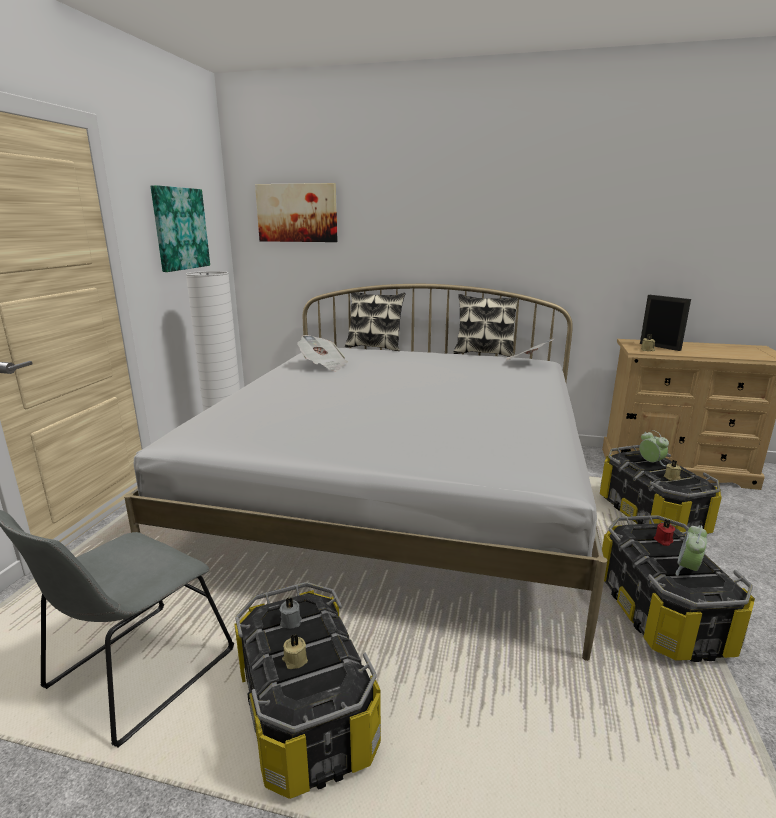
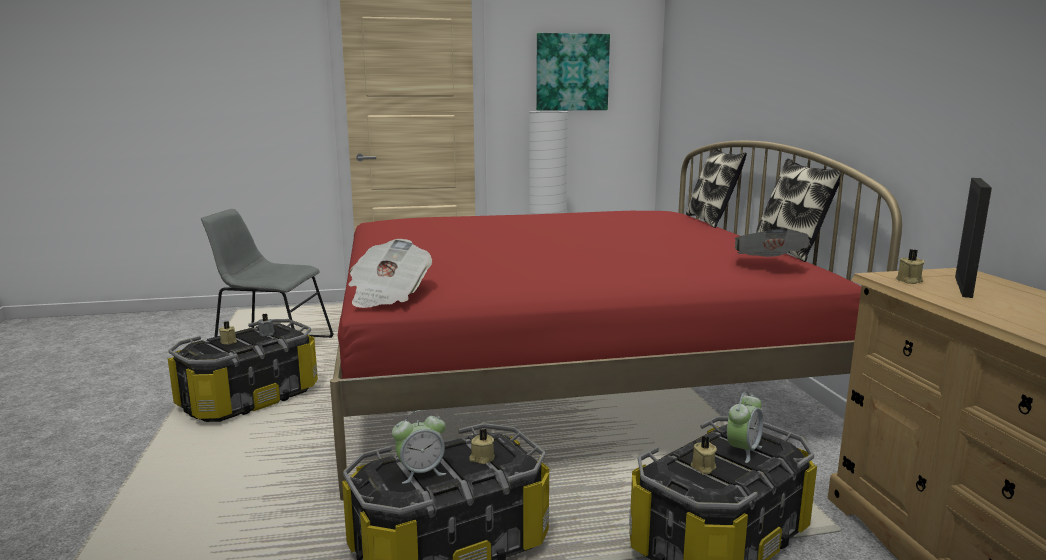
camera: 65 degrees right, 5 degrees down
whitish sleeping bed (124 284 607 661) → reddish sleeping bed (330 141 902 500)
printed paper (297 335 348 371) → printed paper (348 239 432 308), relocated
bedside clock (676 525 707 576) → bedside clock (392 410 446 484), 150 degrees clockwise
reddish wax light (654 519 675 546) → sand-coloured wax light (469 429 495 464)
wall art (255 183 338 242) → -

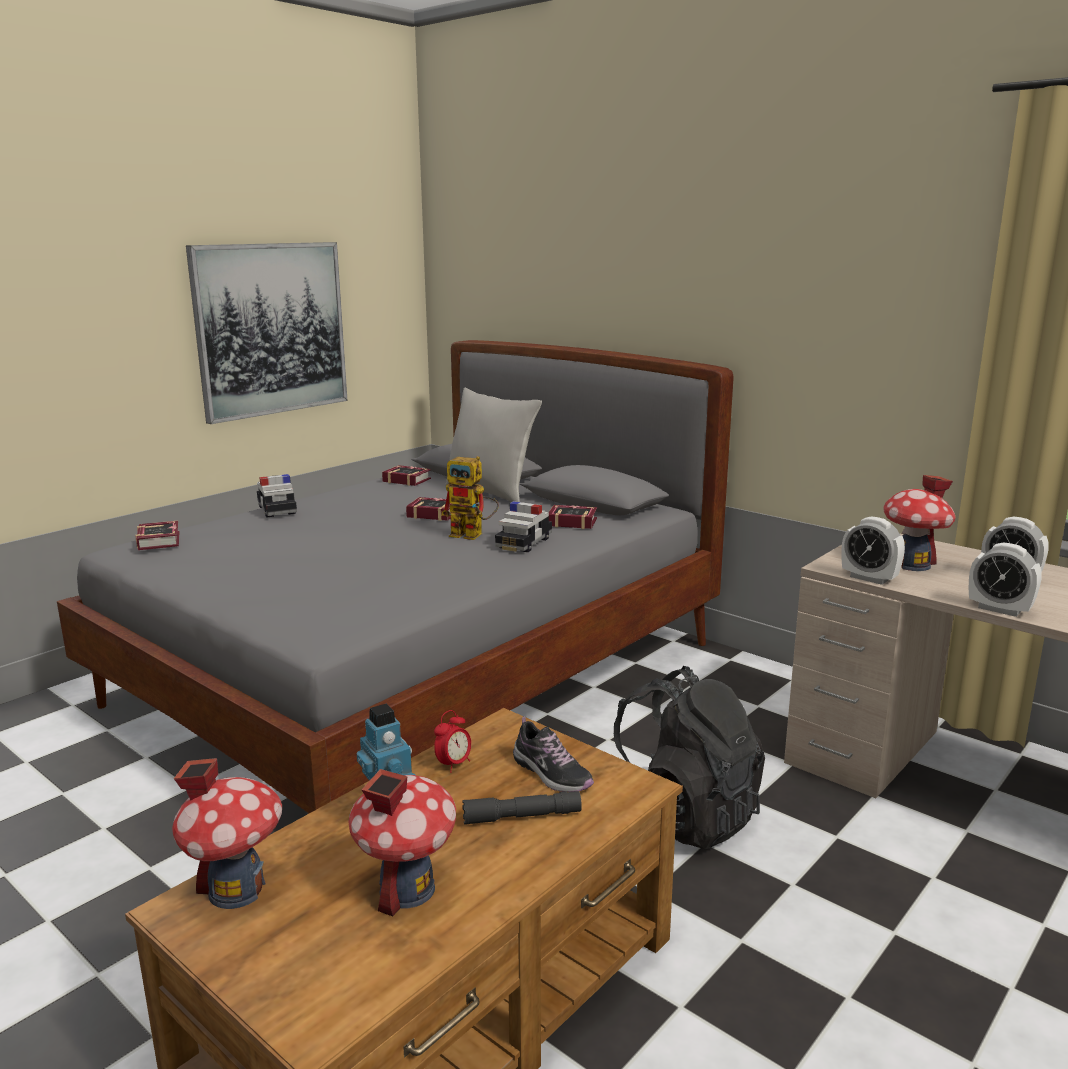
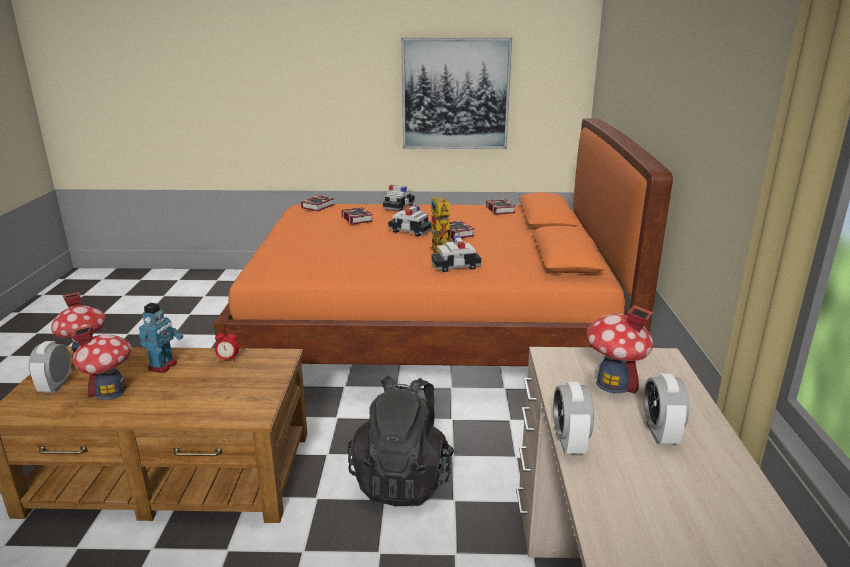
camera: 50 degrees right, 5 degrees up
bedside clock (841 516 905 585) → bedside clock (29 341 71 393), relocated
gray sleeping bed (57 340 734 813) → orange sleeping bed (214 118 673 366)
book (549 505 597 529) → book (341 207 373 225), relocated
- → miniature car (388 205 433 236)
gray pillow (445 388 542 502) → -
gray flashlight (462 791 582 825) → -
low shoe (513 716 594 792) → -

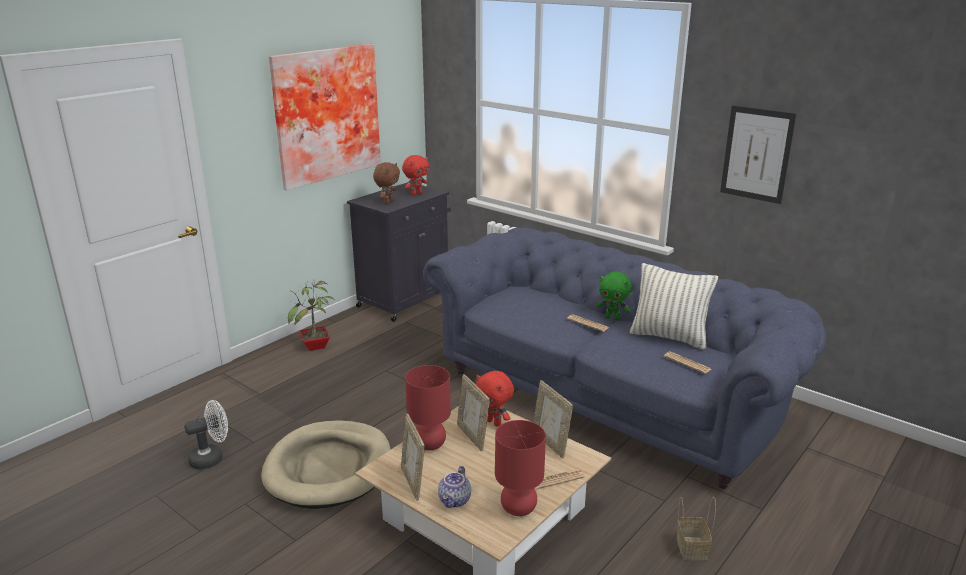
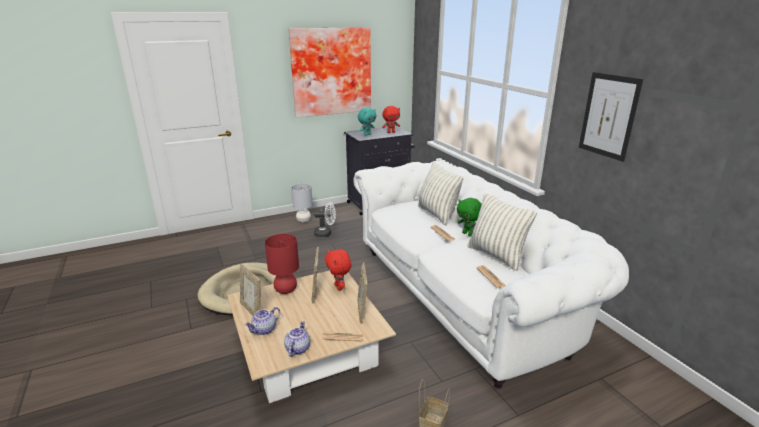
camera: 25 degrees right, 0 degrees up
photo frame (401 414 425 501) → photo frame (240 264 261 316), 45 degrees counterclockwise
reddish lamp for a table (495 420 546 516) → teapot (284 321 310 357)
plant in a pot (288 281 335 351) → gray lamp for a table (291 184 313 223)
whitish fan (184 400 228 469) → whitish fan (314 202 336 237), relocated
blue settee (423 228 826 489) → whitish settee (353 161 629 388)
brown-coloured plush toy (373 162 400 204) → turquoise-coloured plush toy (358 108 376 136)
- → pillow (418 162 464 225)

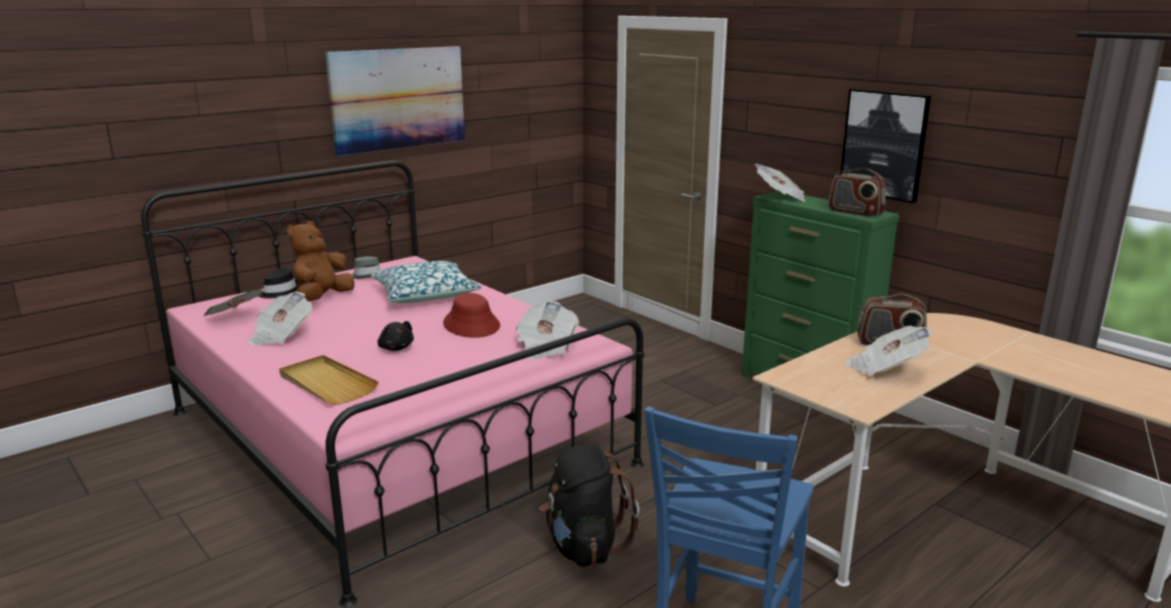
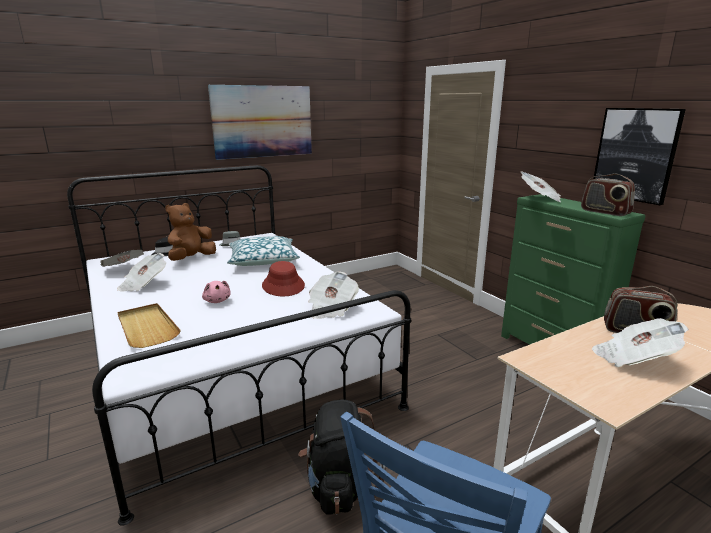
camera: 10 degrees right, 0 degrees up
pink sleeping bed (141 161 644 607) → whitish sleeping bed (67 165 411 526)
black-coloured plush toy (377 321 414 351) → pink plush toy (202 281 231 303)

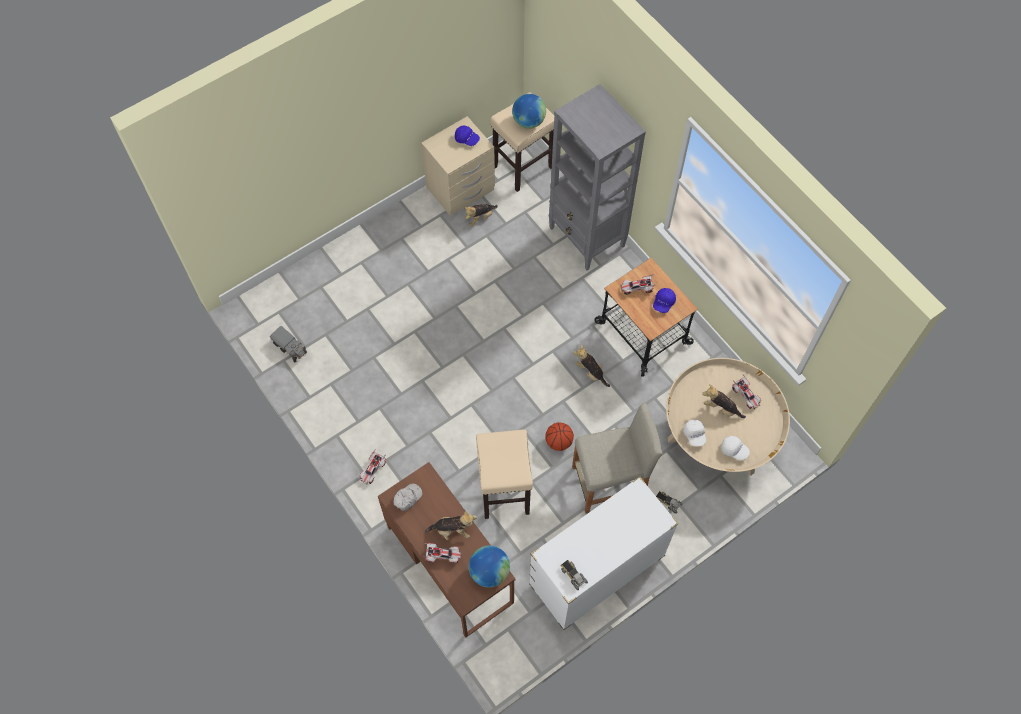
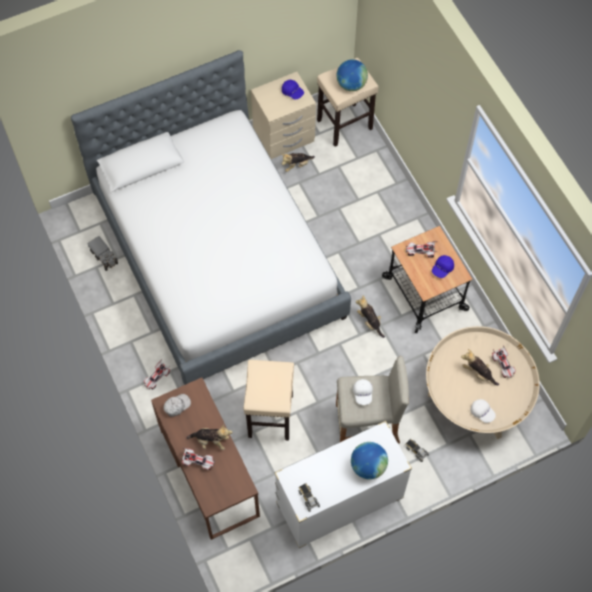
camera: 10 degrees right, 0 degrees up
- → sleeping bed (71 50 351 385)
world globe (469 546 510 587) → world globe (351 442 388 479), relocated
whitish baseball cap (683 419 706 447) → whitish baseball cap (353 379 373 405), relocated
basketball ball (545 422 574 451) → -
gray bookshelf (549 84 646 270) → -

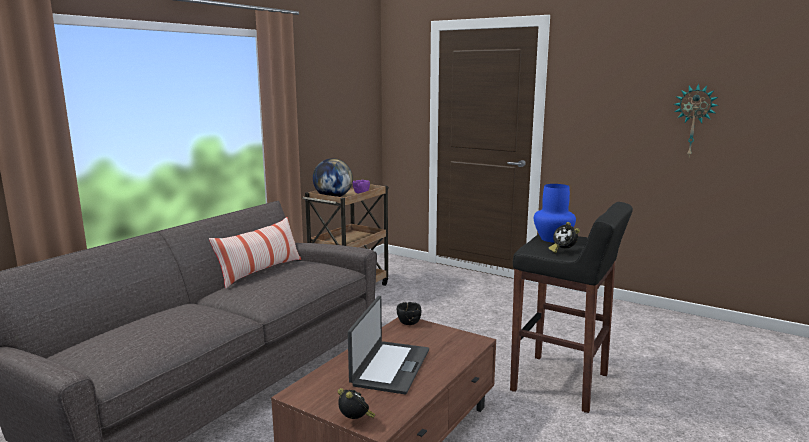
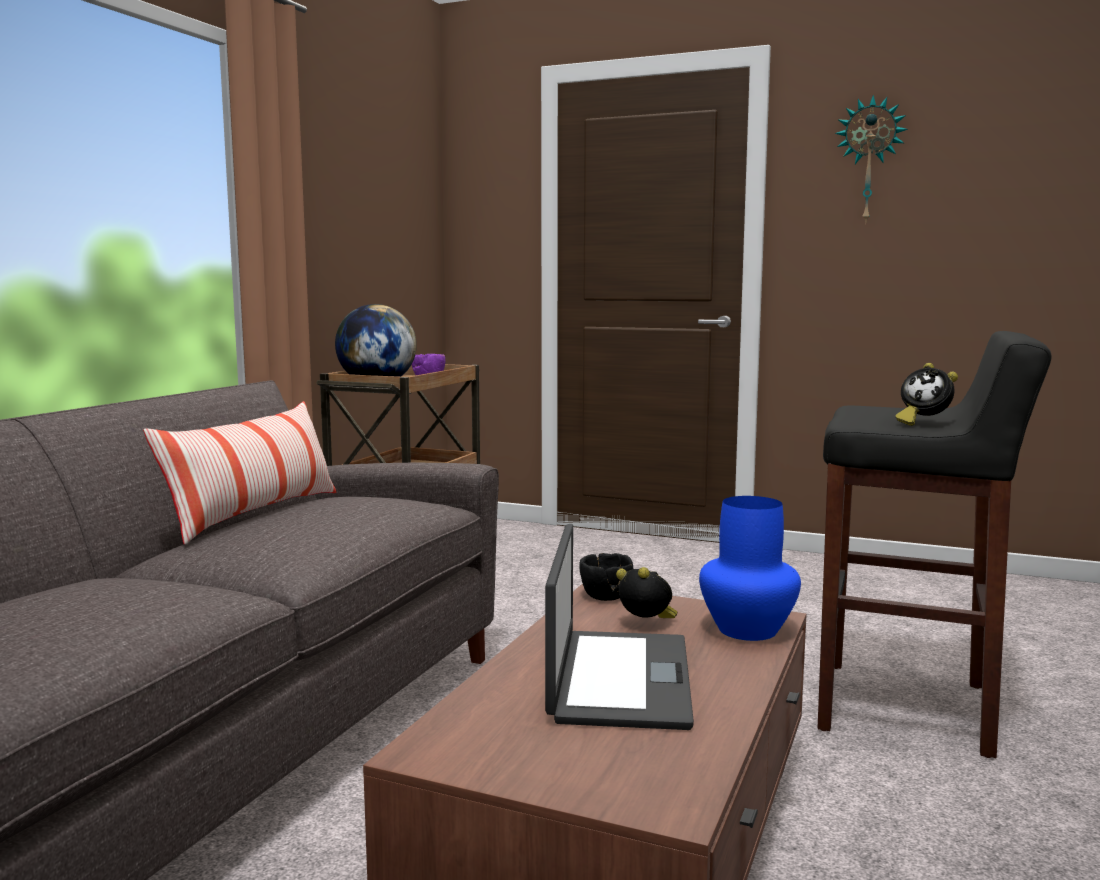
camera: 10 degrees left, 5 degrees down
bedside clock (338 388 375 419) → bedside clock (616 567 677 618), relocated
blue vase (534 184 576 243) → blue vase (699 496 801 641), relocated
wall clock (674 83 719 156) → wall clock (835 95 908 224), relocated

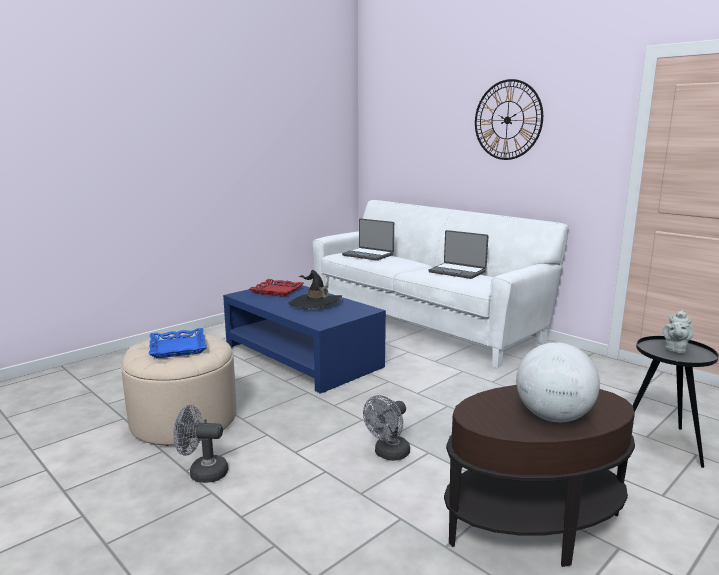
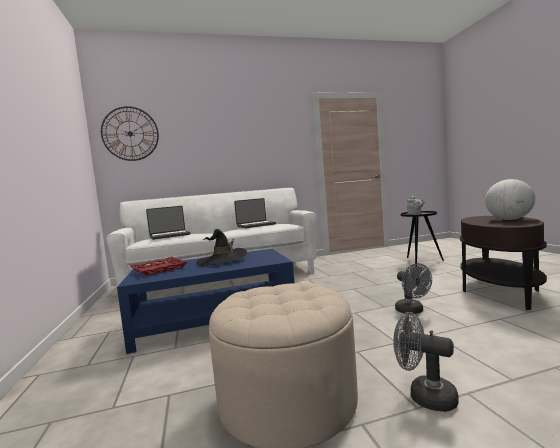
camera: 60 degrees left, 10 degrees down
wall clock (475 79 543 160) → wall clock (101 106 159 161), relocated
gray fan (173 405 228 483) → gray fan (393 312 459 412), 90 degrees clockwise
blue tray (149 328 207 358) → -

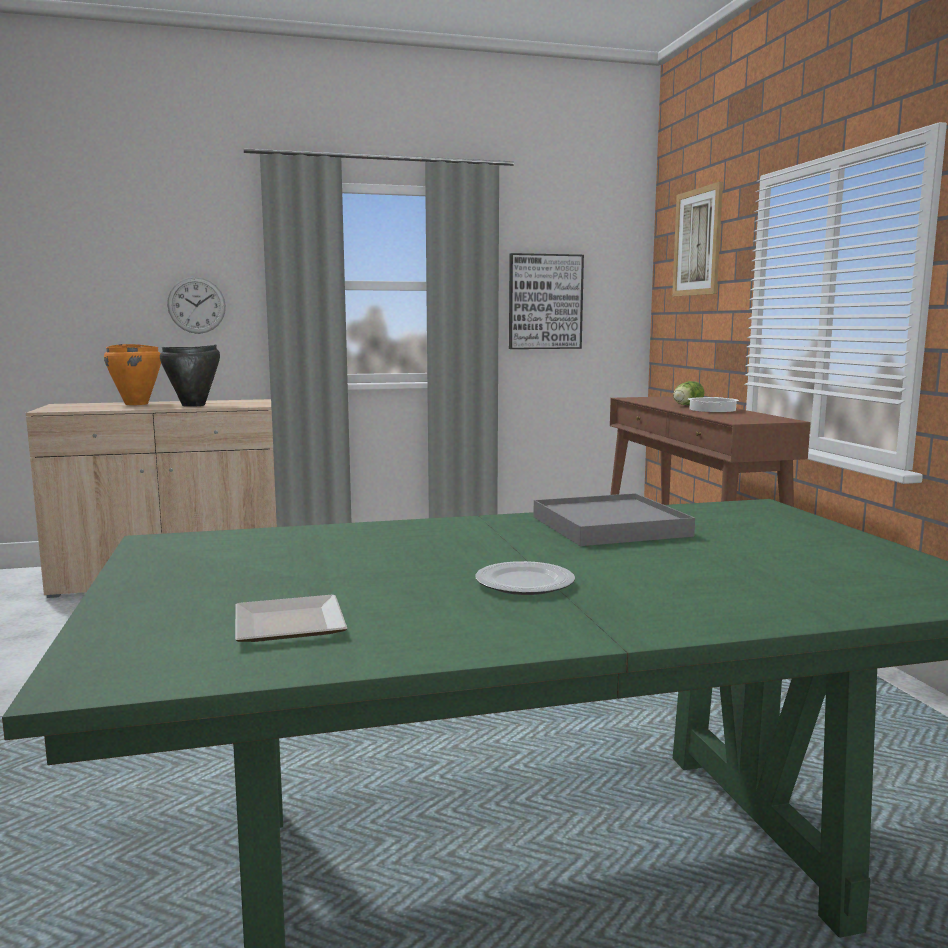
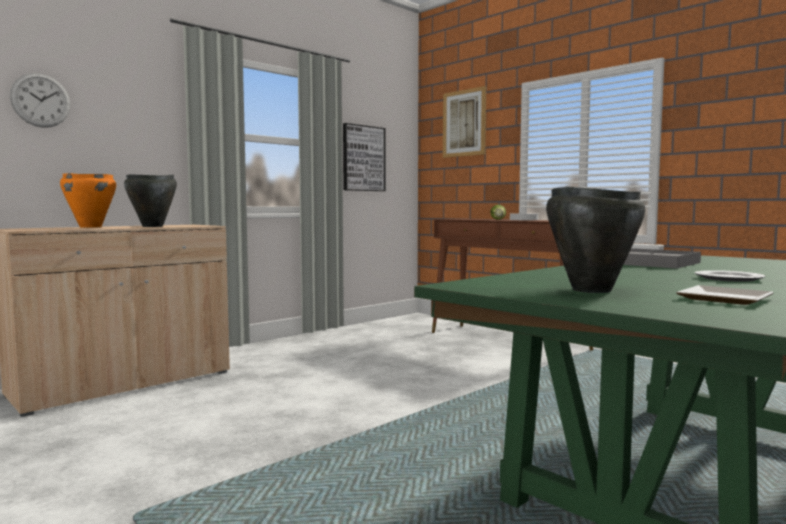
camera: 30 degrees left, 5 degrees down
wall clock (167 277 226 334) → wall clock (10 73 71 128), relocated
- → black-coloured saucepot (546 187 645 293)

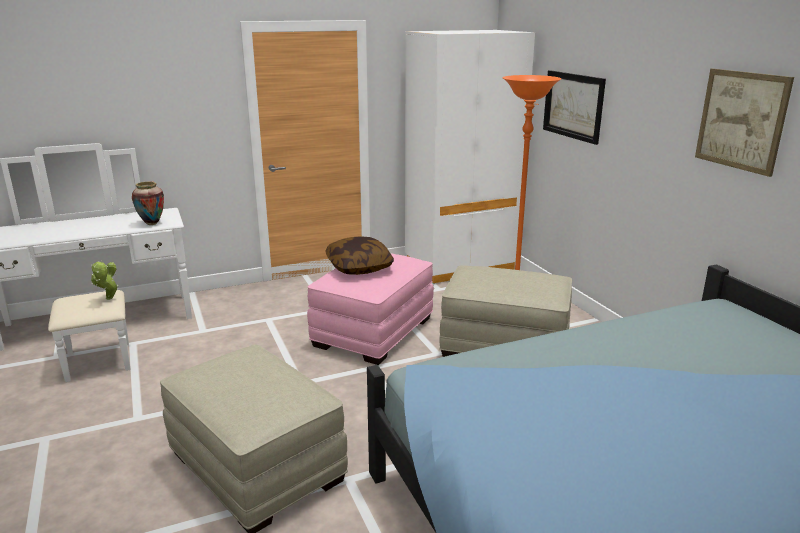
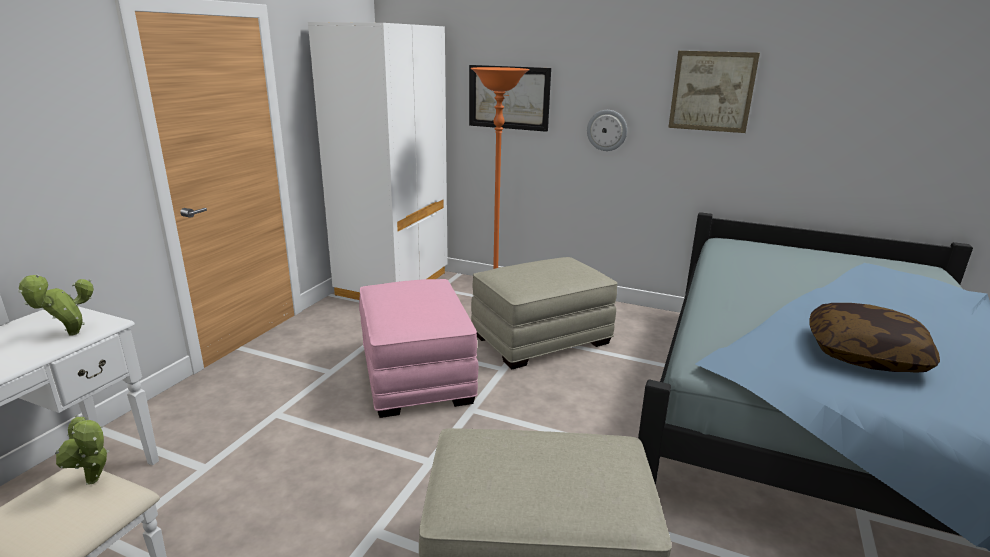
camera: 45 degrees left, 0 degrees up
vase (132 181 164 225) → plant in a pot (18 274 94 335)
- → wall clock (587 110 627 151)
pillow (325 236 394 275) → pillow (809 303 940 373), relocated

